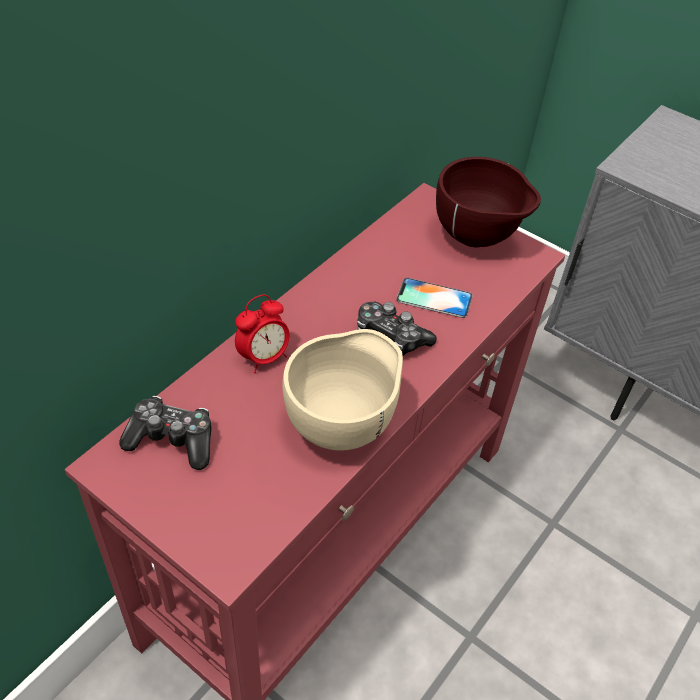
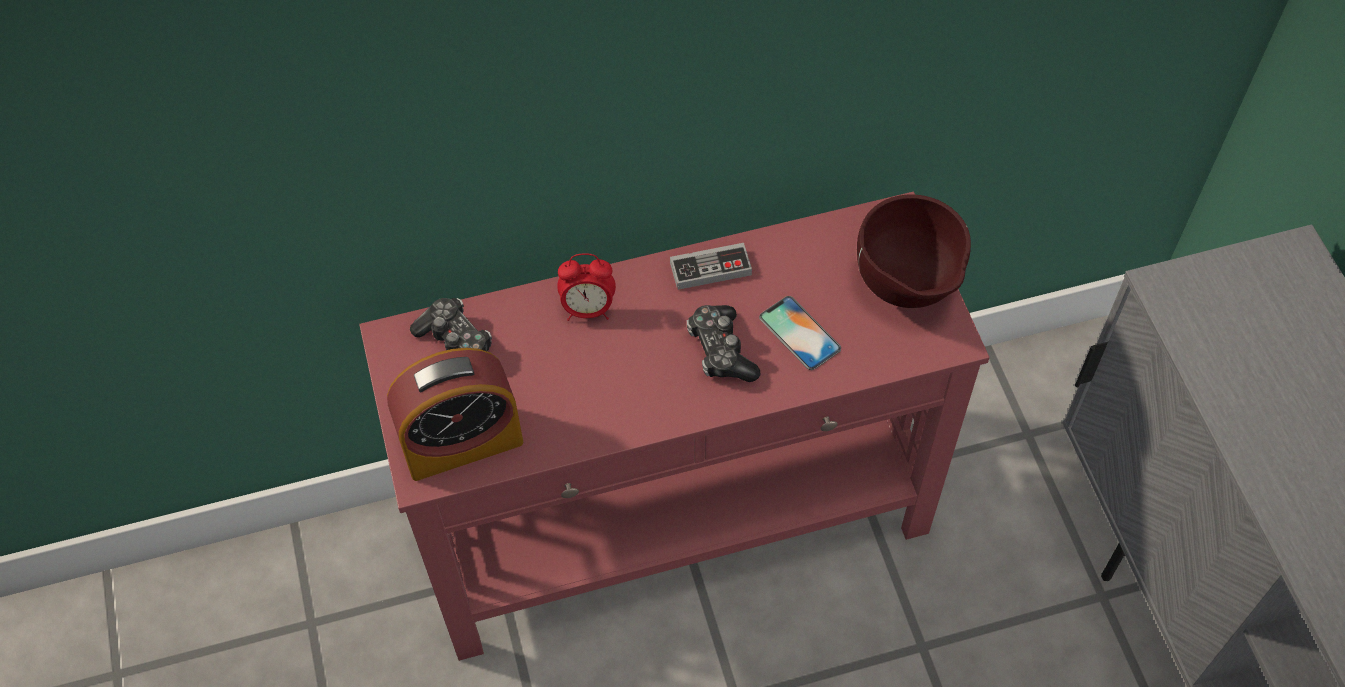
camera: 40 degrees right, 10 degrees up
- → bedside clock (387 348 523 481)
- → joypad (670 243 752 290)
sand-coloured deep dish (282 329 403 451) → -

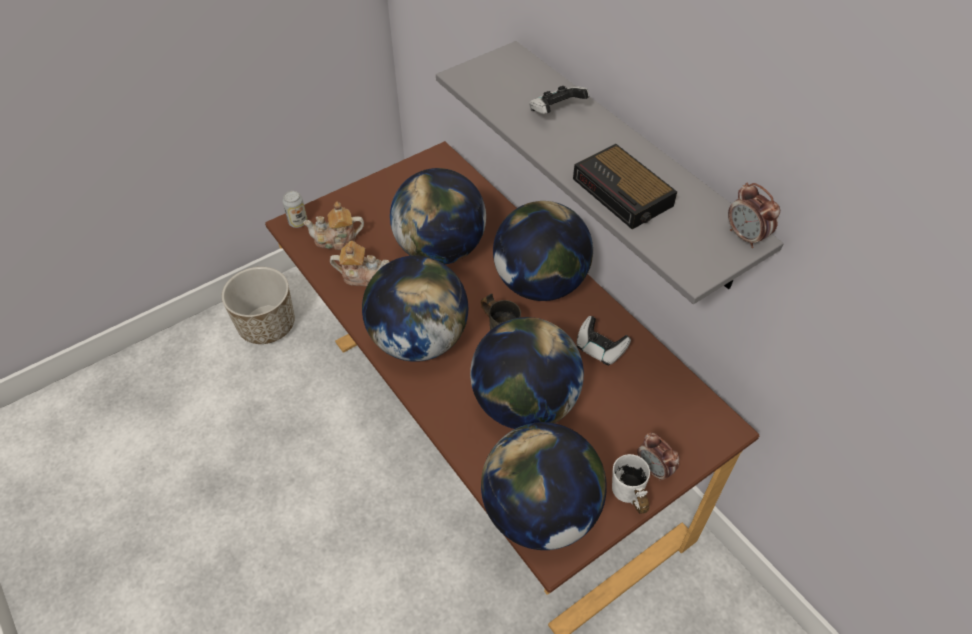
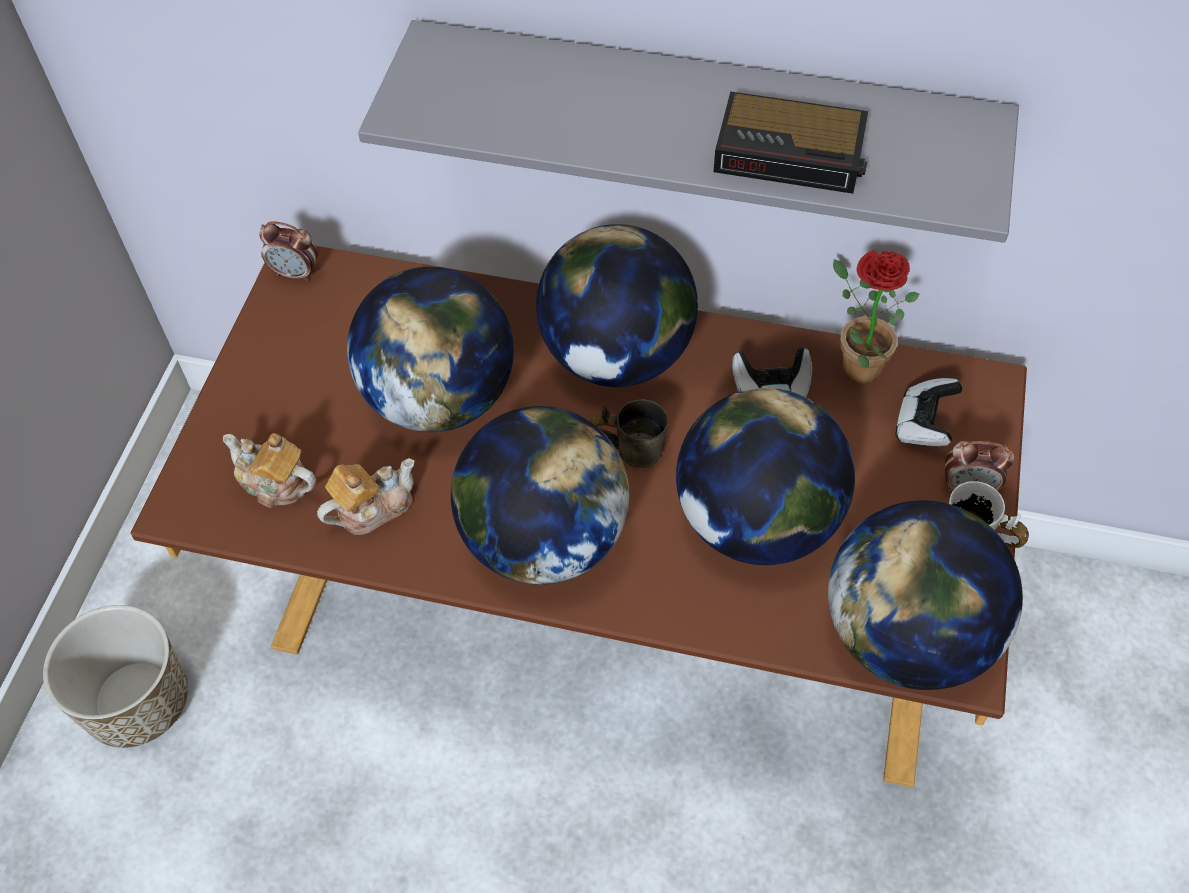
camera: 40 degrees left, 5 degrees up
teapot (303 202 364 250) → teapot (223 433 316 508), 75 degrees clockwise
bedside clock (728 183 780 248) → bedside clock (259 222 318 281), relocated
- → plant in a pot (833 250 919 384)
joypad (529 86 589 114) → joypad (896 378 962 446), relocated
sealed can (283 191 308 228) → -

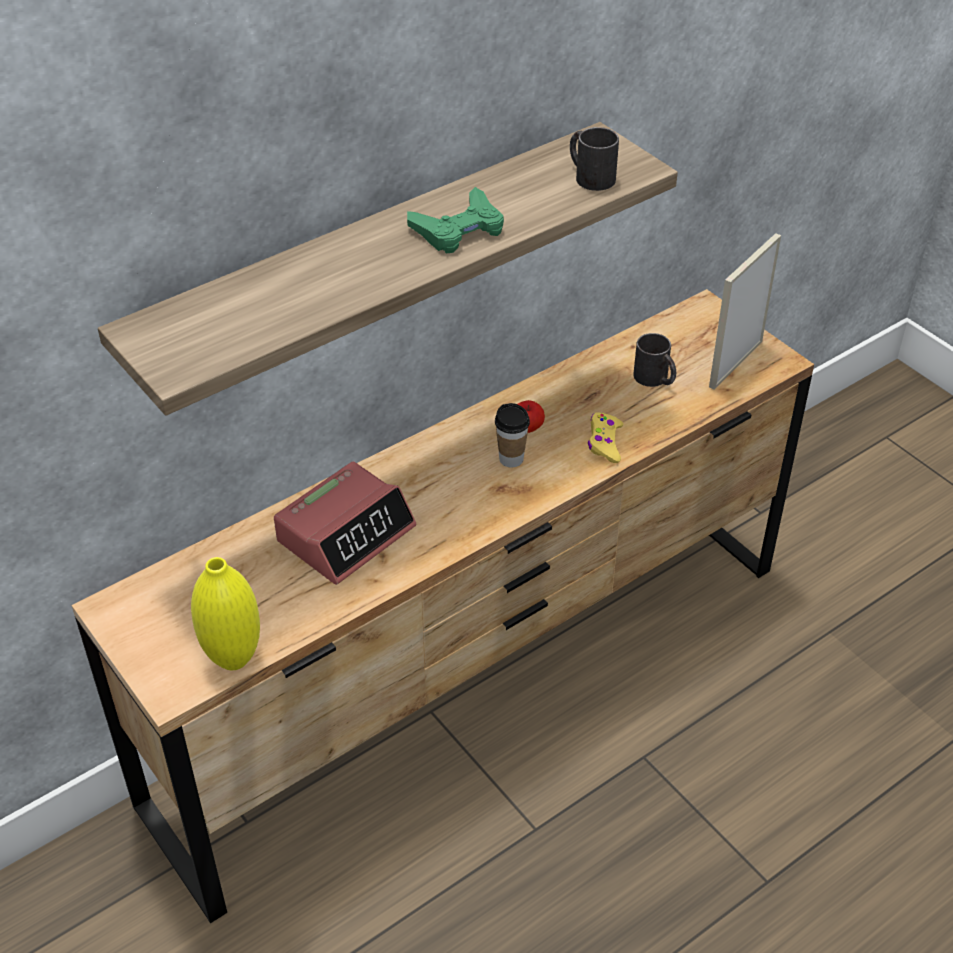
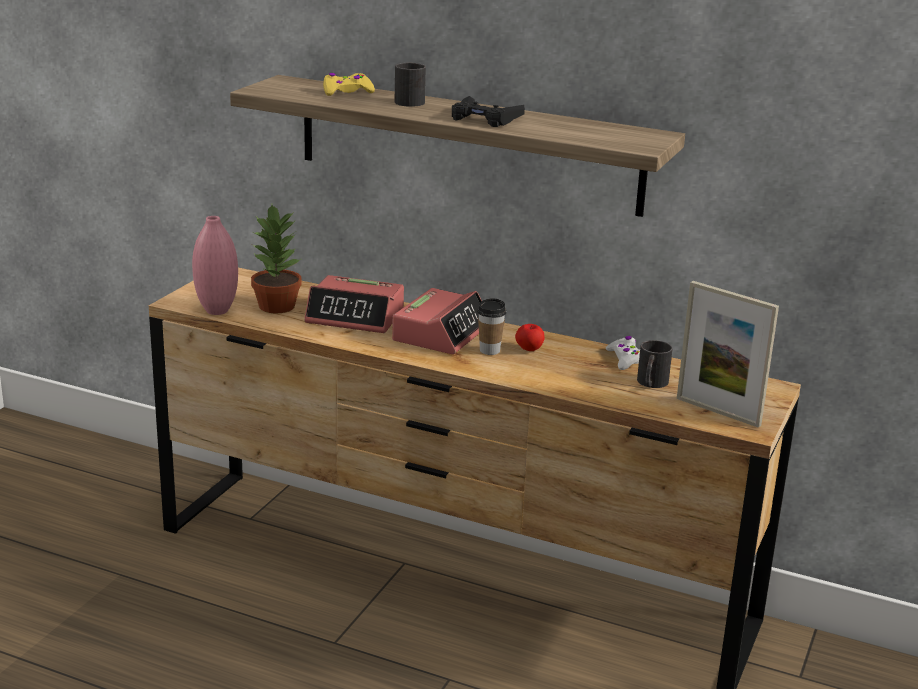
camera: 60 degrees right, 20 degrees down
yellow-coloured vase (191 557 260 670) → pink vase (192 216 238 315)
- → plant in a pot (251 205 302 313)
yellow-coloured joypad (588 412 623 463) → yellow-coloured joypad (323 73 375 96), relocated
- → bedside clock (392 288 482 354)
black-coloured mug (570 127 619 191) → black-coloured mug (395 63 426 107), relocated
greenish joypad (407 187 504 253) → black-coloured joypad (452 96 525 127)
- → whitish joypad (606 336 640 370)
photo frame (709 233 781 390) → photo frame (677 281 779 428), 150 degrees counterclockwise

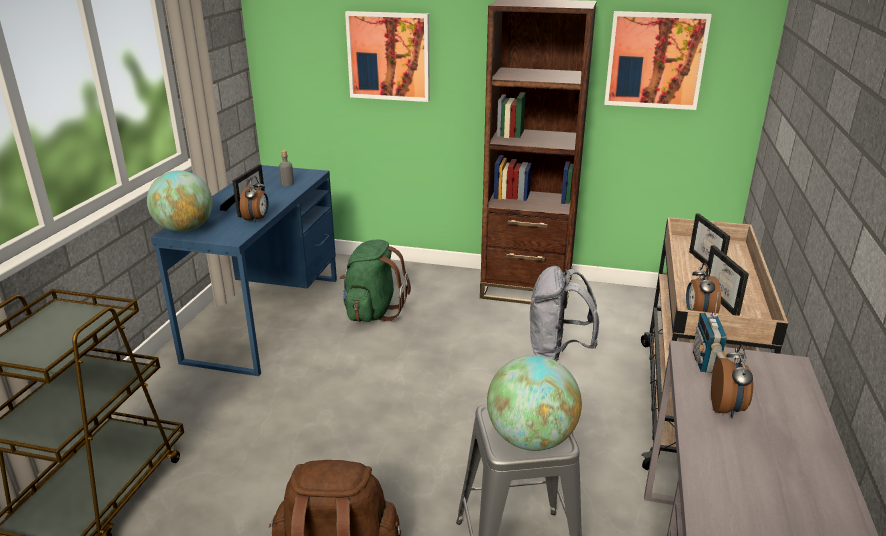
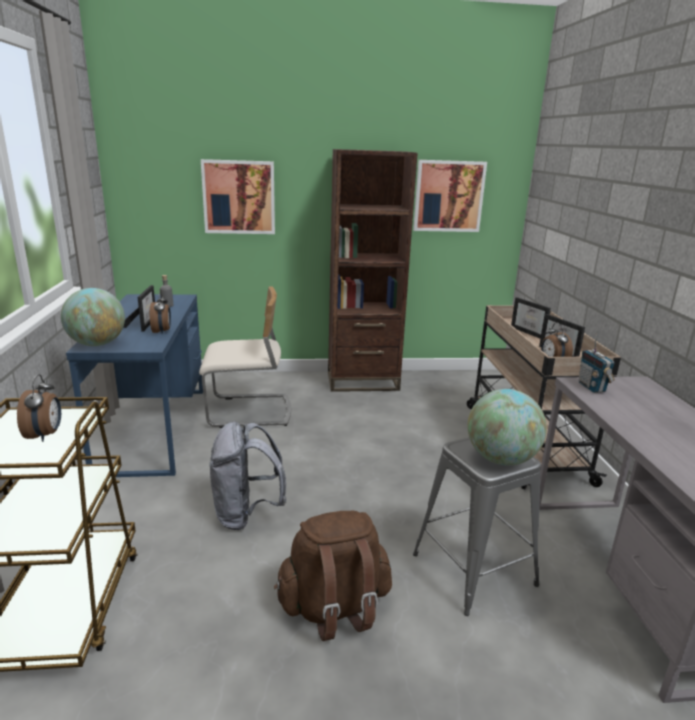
camera: 20 degrees left, 5 degrees down
bedside clock (711 344 753 418) → bedside clock (17 374 61 442), relocated
greenish rucksack (340 240 411 322) → sand-coloured chair (199 286 291 428)
gray rucksack (530 266 599 361) → gray rucksack (209 422 286 530), relocated

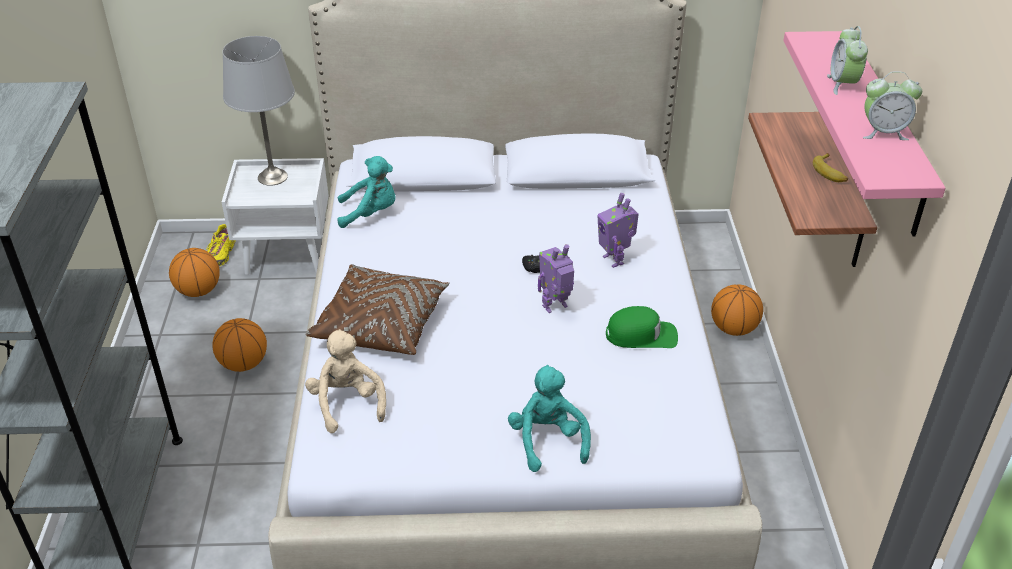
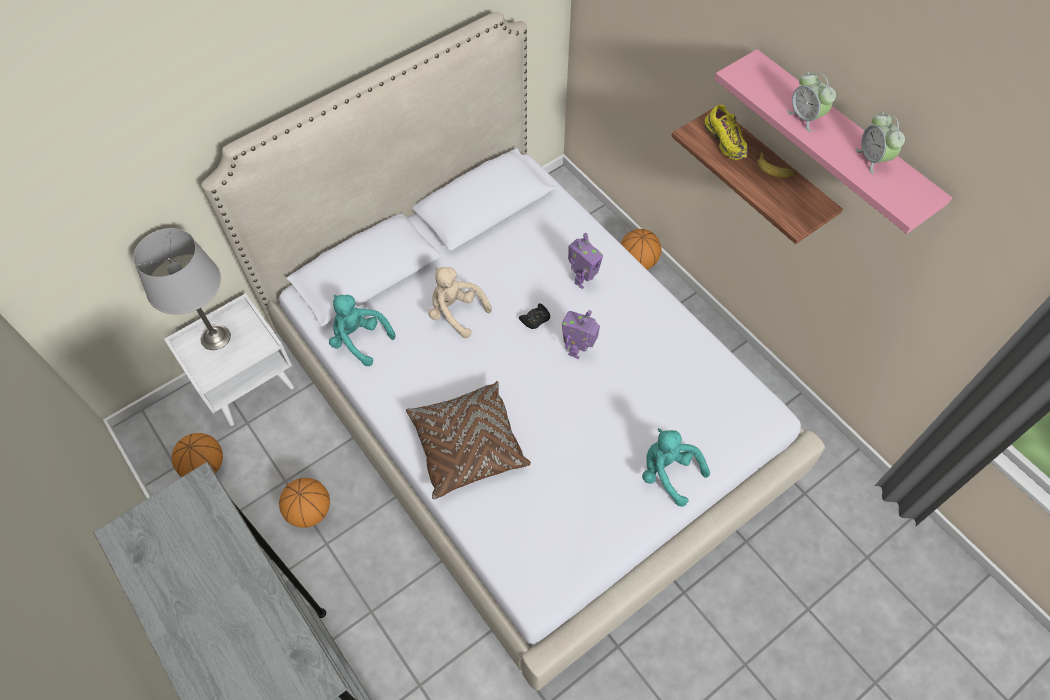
camera: 35 degrees left, 20 degrees up
turquoise-coloured plush toy (337 156 395 228) → turquoise-coloured plush toy (329 295 395 366), 105 degrees counterclockwise
sand-coloured plush toy (305 329 386 433) → sand-coloured plush toy (428 267 492 338), relocated
model robot (597 193 639 268) → model robot (568 233 603 289), 75 degrees counterclockwise
yellow-coloured low shoe (206 224 236 267) → yellow-coloured low shoe (704 105 748 160), relocated
bedside clock (863 71 922 140) → bedside clock (855 112 905 175), 105 degrees clockwise
greenish baseball cap (606 306 678 348) → -

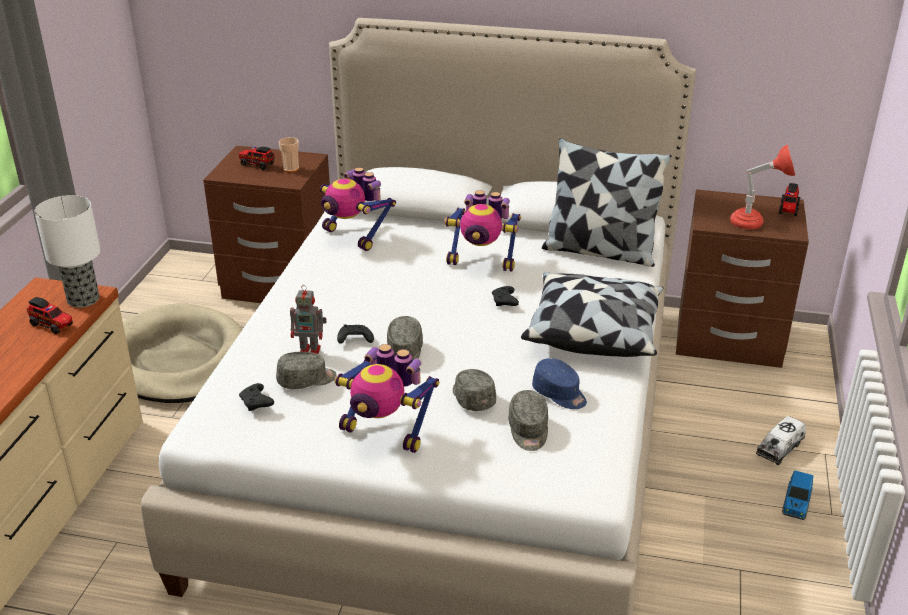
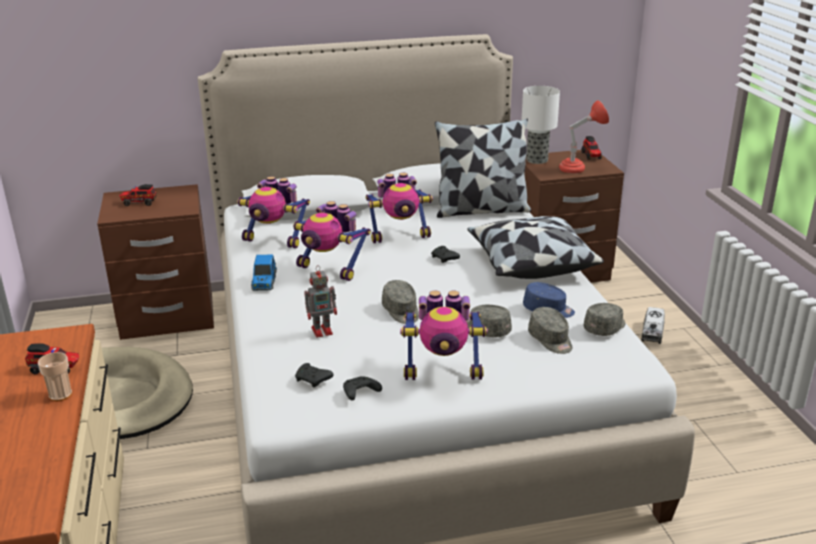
camera: 25 degrees left, 5 degrees down
cup (279 137 299 172) → cup (38 352 72 401), relocated
miniature car (782 470 814 520) → miniature car (251 254 277 291), relocated
- → model robot (293 201 371 281)
black-coloured joypad (337 324 374 344) → black-coloured joypad (343 376 382 400), relocated
lamp for a table (34 195 101 308) → lamp for a table (522 86 560 164), relocated
gray baseball cap (276 352 337 389) → gray baseball cap (584 303 625 336), relocated

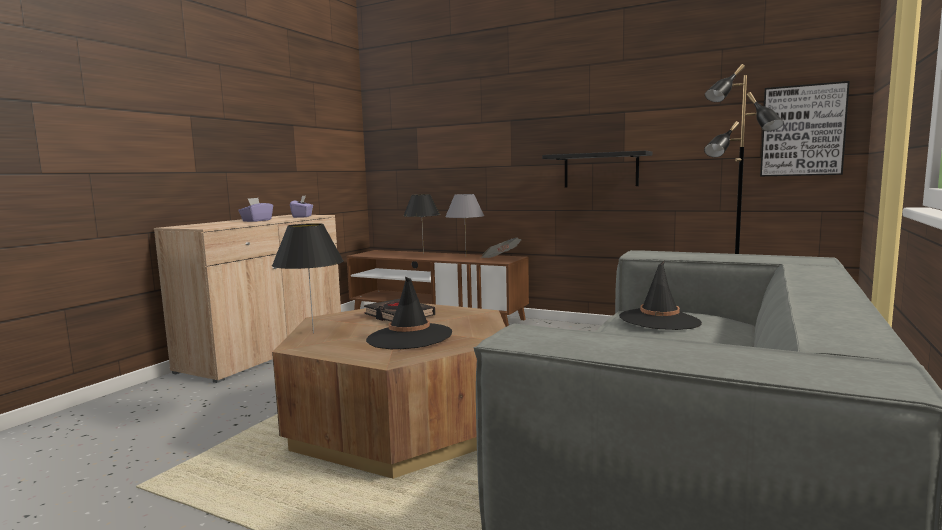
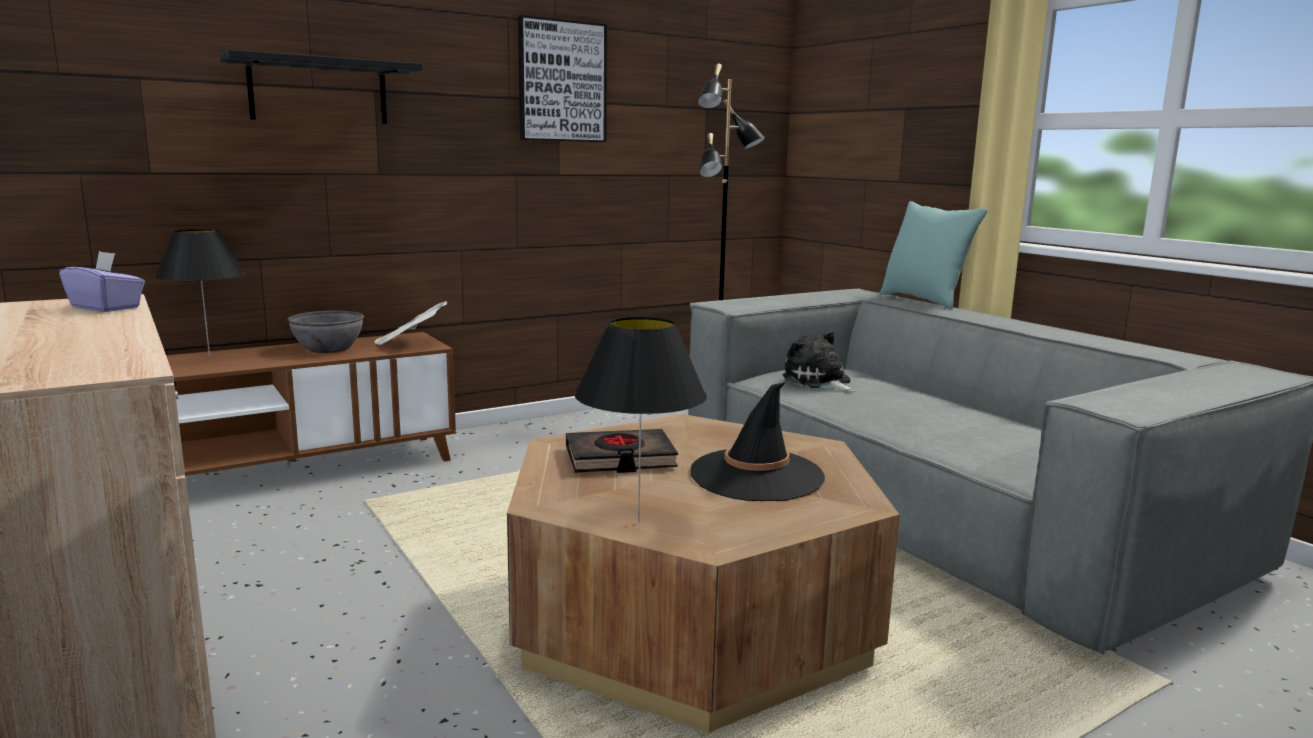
camera: 60 degrees left, 5 degrees up
black-coloured bracket shelf (542 151 652 187) → black-coloured bracket shelf (220 49 423 124), relocated
gray lamp for a table (445 194 484 247) → gray deep dish (287 311 364 353)
wall art (760 81 850 176) → wall art (518 15 607 142), relocated
black-coloured clothing hat (619 261 702 330) → plush toy (782 331 856 391)
- → turquoise-coloured pillow (880 201 988 309)
purplish box of tissues (238 198 273 222) → -

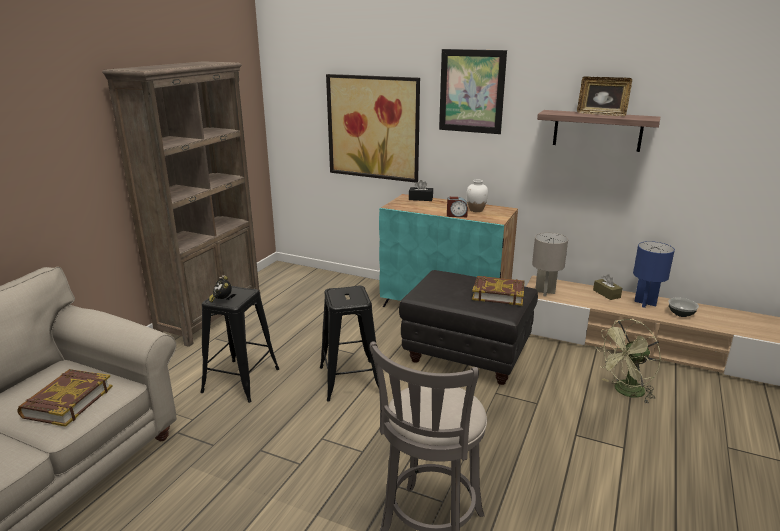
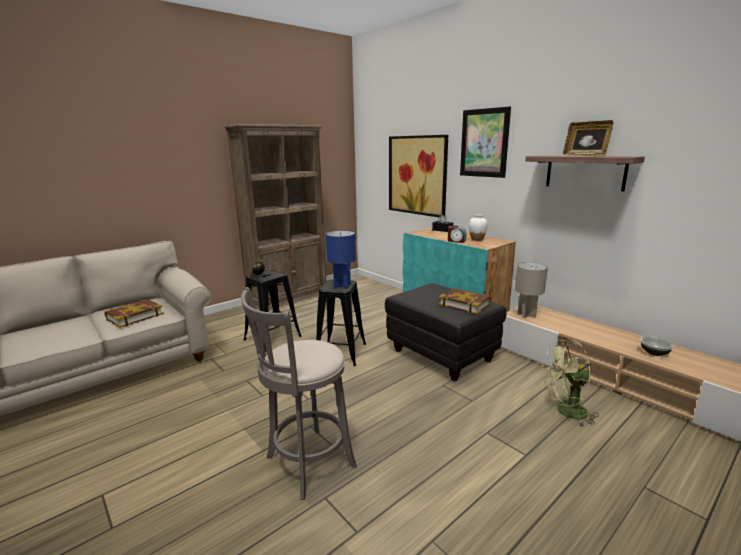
camera: 25 degrees right, 5 degrees down
blue lamp for a table (633 241 675 308) → blue lamp for a table (325 230 356 289), relocated
brown-coloured box of tissues (593 274 622 300) → -

